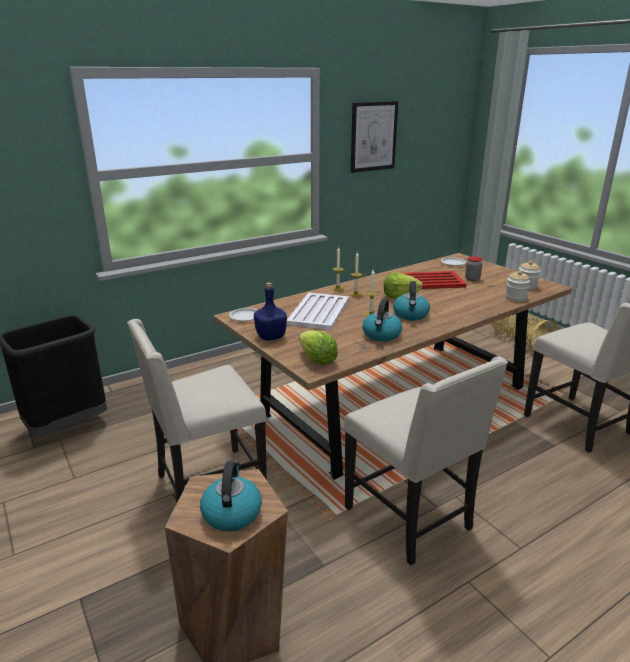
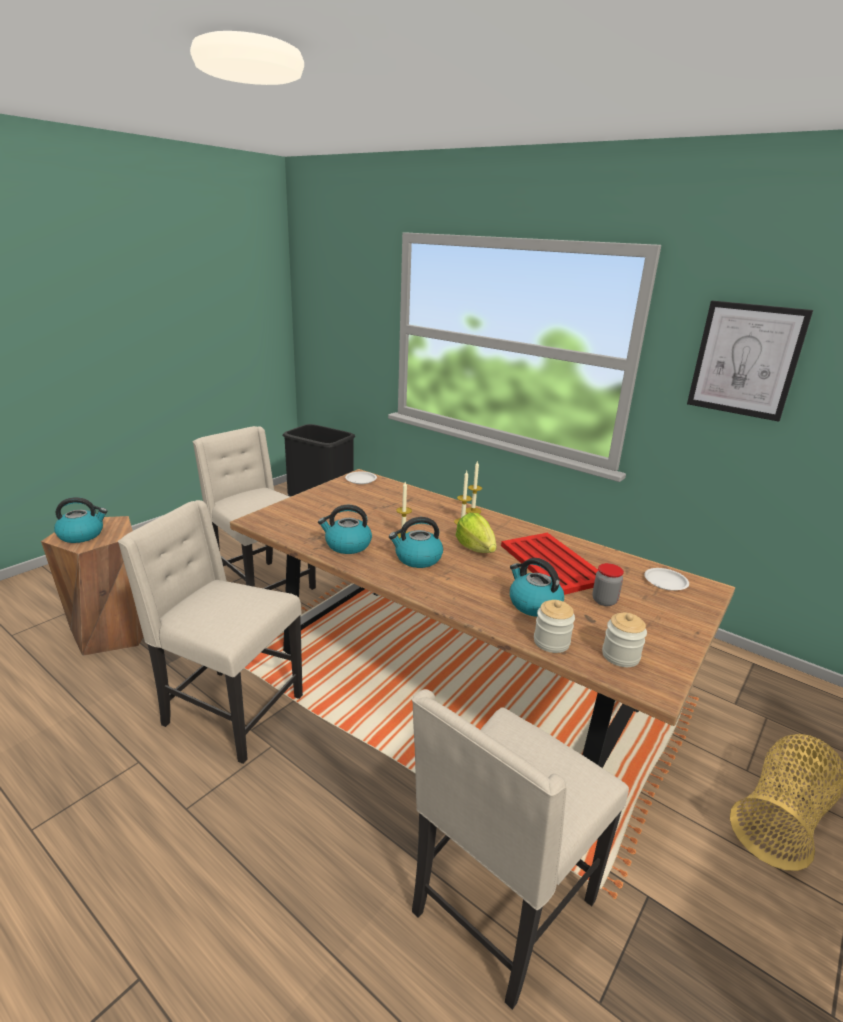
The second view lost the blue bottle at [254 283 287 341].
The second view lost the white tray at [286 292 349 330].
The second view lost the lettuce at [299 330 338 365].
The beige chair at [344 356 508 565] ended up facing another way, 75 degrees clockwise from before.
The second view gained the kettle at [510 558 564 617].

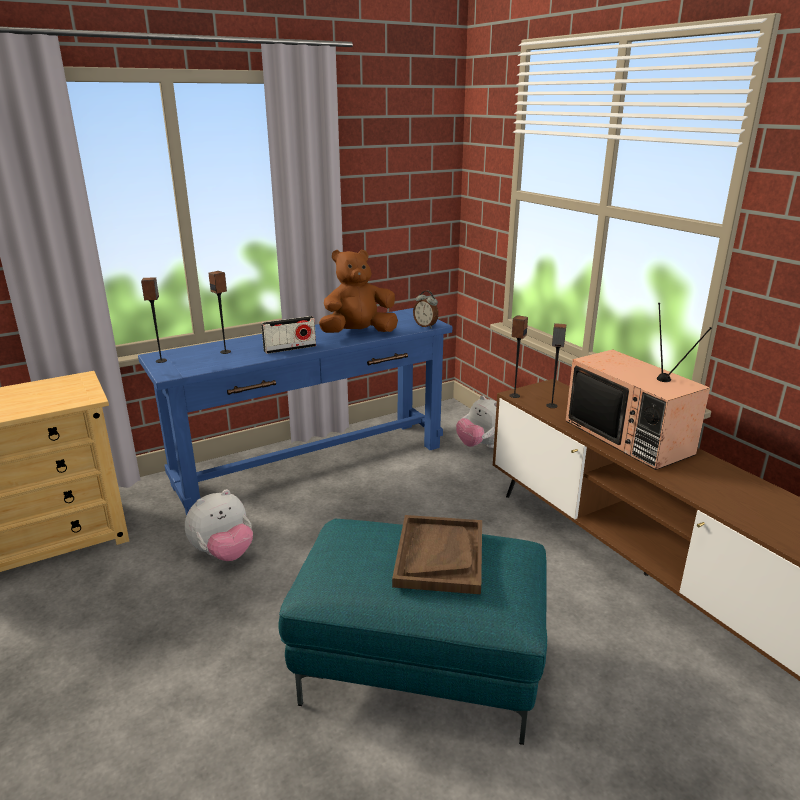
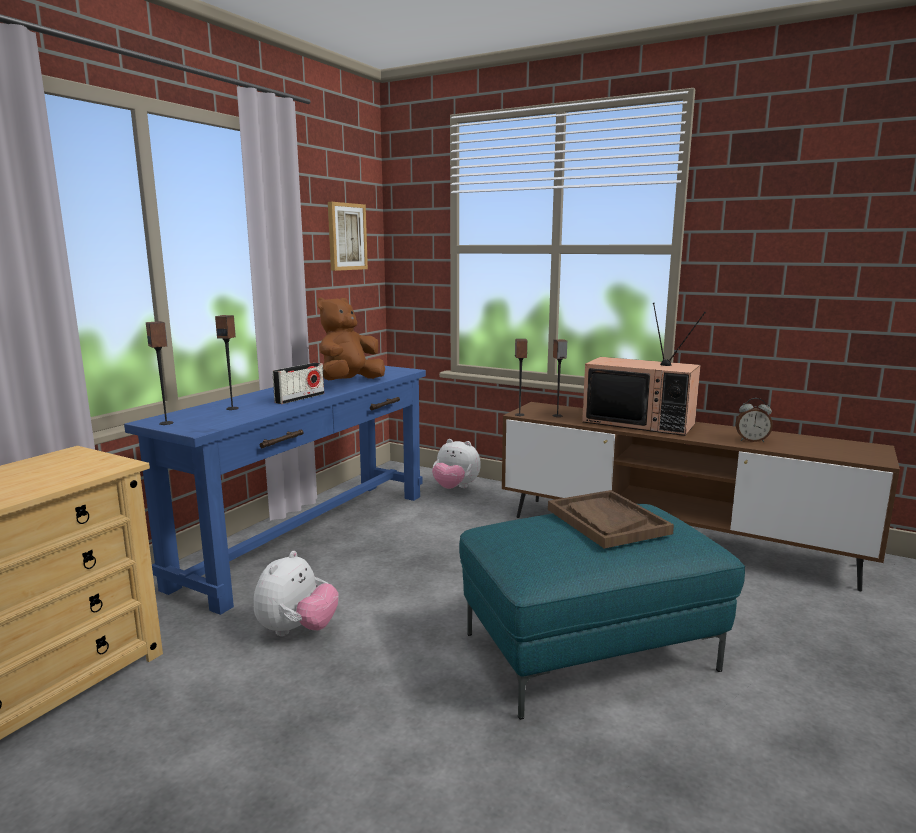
The alarm clock ended up elsewhere, having gone from [413 291 439 328] to [736 398 773 442].
The second view gained the picture at [328 202 368 271].

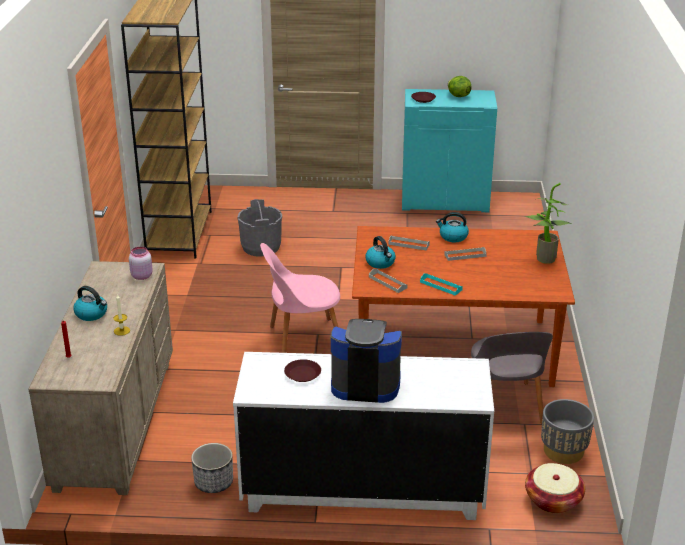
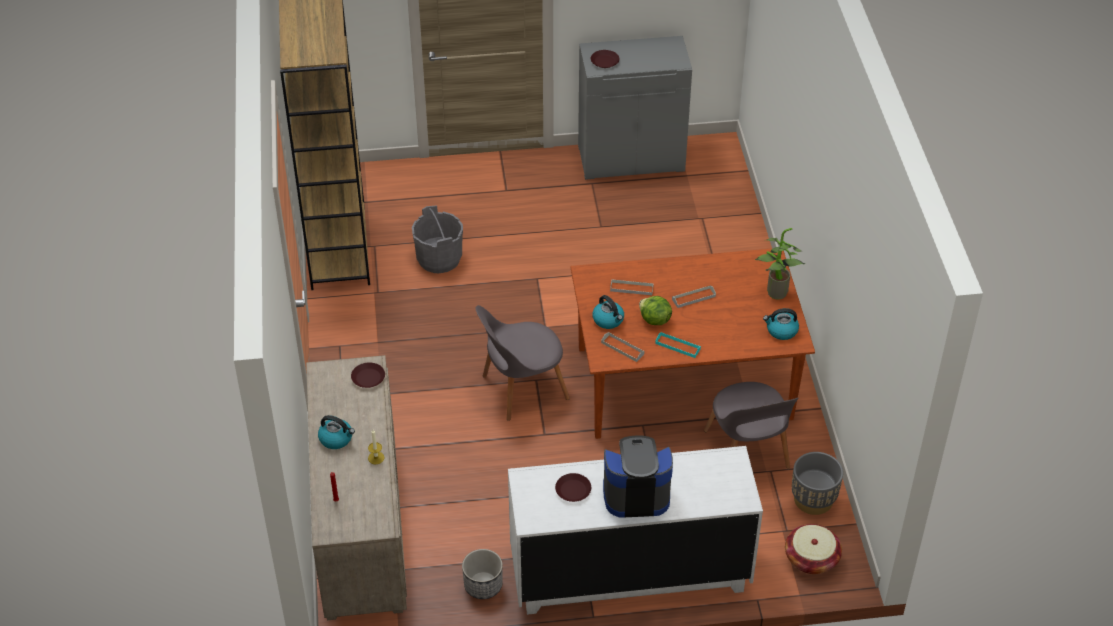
The lettuce ended up elsewhere, having gone from [448 76 472 97] to [639 296 672 325].
What was the turquoise cabinet at [402 89 497 212] turned into the grey cabinet at [578 36 692 180].
The kettle ended up elsewhere, having gone from [436 212 469 242] to [763 308 799 340].
What was the pink chair at [260 243 340 353] turned into the grey chair at [475 305 570 421].
Where the pink jar stood at [129 247 153 280], the brown plate came to stand at [351 362 385 388].

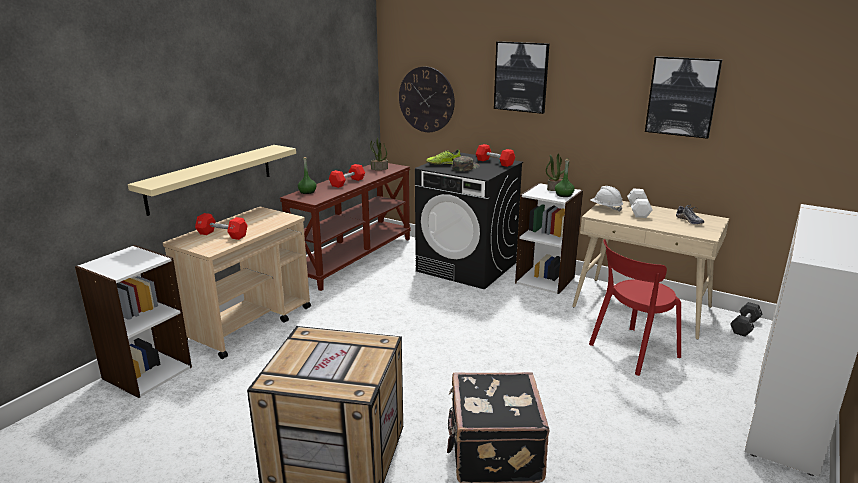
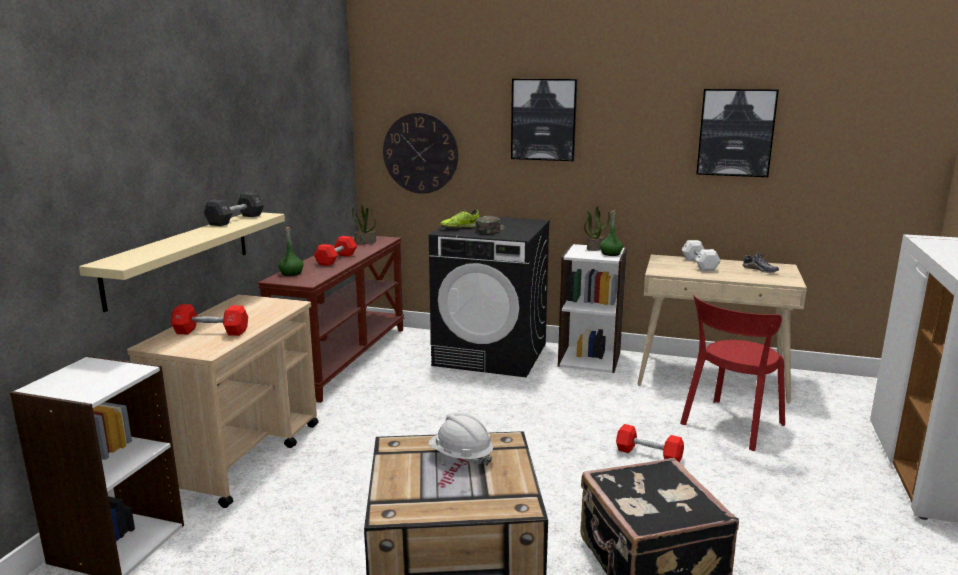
The red dumbbell ended up elsewhere, having gone from [476 144 515 167] to [616 424 684 462].
The white hard hat ended up elsewhere, having gone from [591 186 623 212] to [428 412 493 466].
The black dumbbell ended up elsewhere, having gone from [730 302 762 337] to [204 192 264 226].

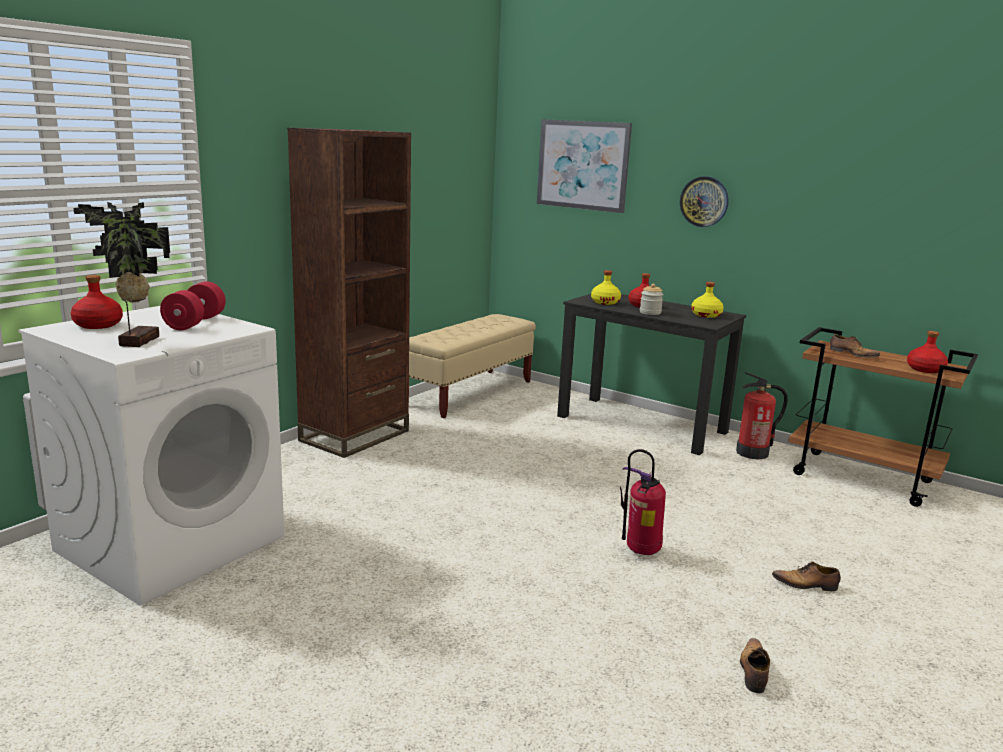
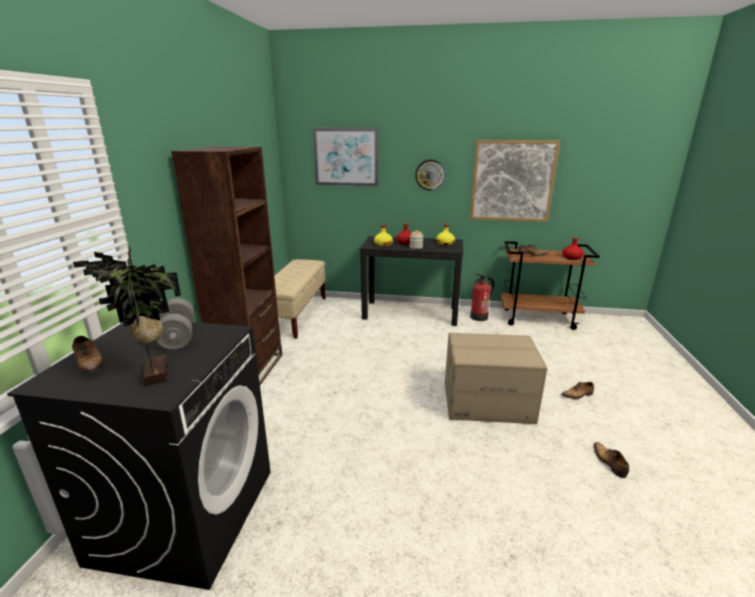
Where the red bottle stood at [71 275 123 329], the shoe came to stand at [72 336 104 376].
What was the red dumbbell at [160 281 226 330] turned into the grey dumbbell at [156 298 194 350].
What was the white washing machine at [18 306 284 606] turned into the black washing machine at [7 322 271 590].
Where the fire extinguisher stood at [620 449 666 555], the cardboard box came to stand at [445 333 548 424].
The second view gained the picture at [470 140 560 222].

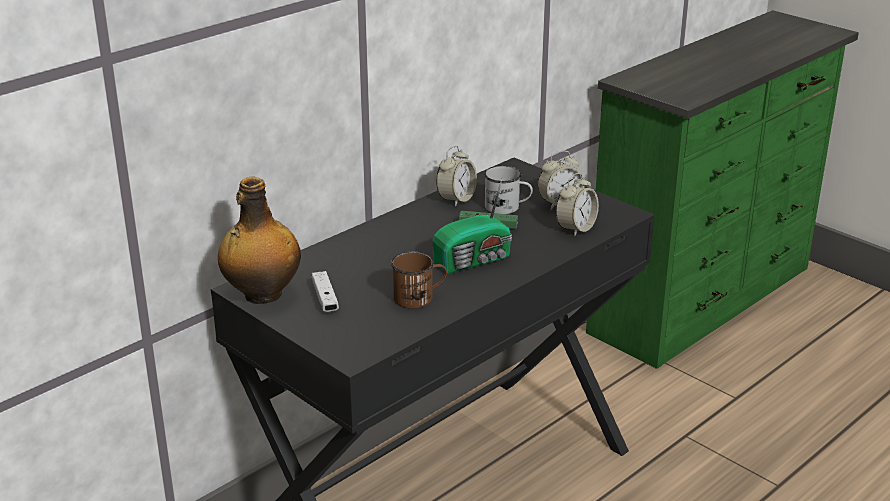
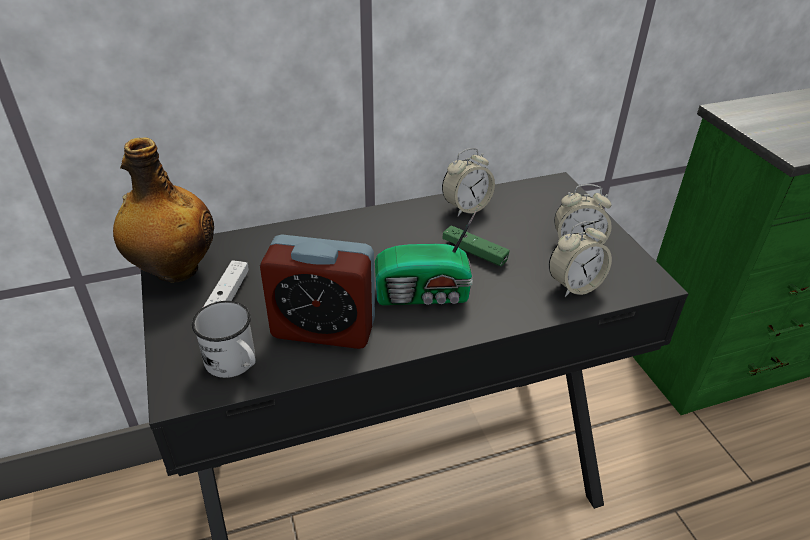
The white mug ended up elsewhere, having gone from [484 166 533 214] to [192 301 256 378].
Where the brown mug stood at [391 252 447 309], the alarm clock came to stand at [260 234 375 349].

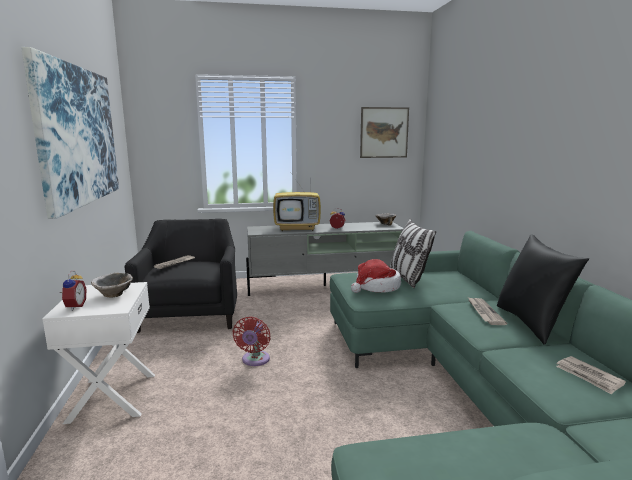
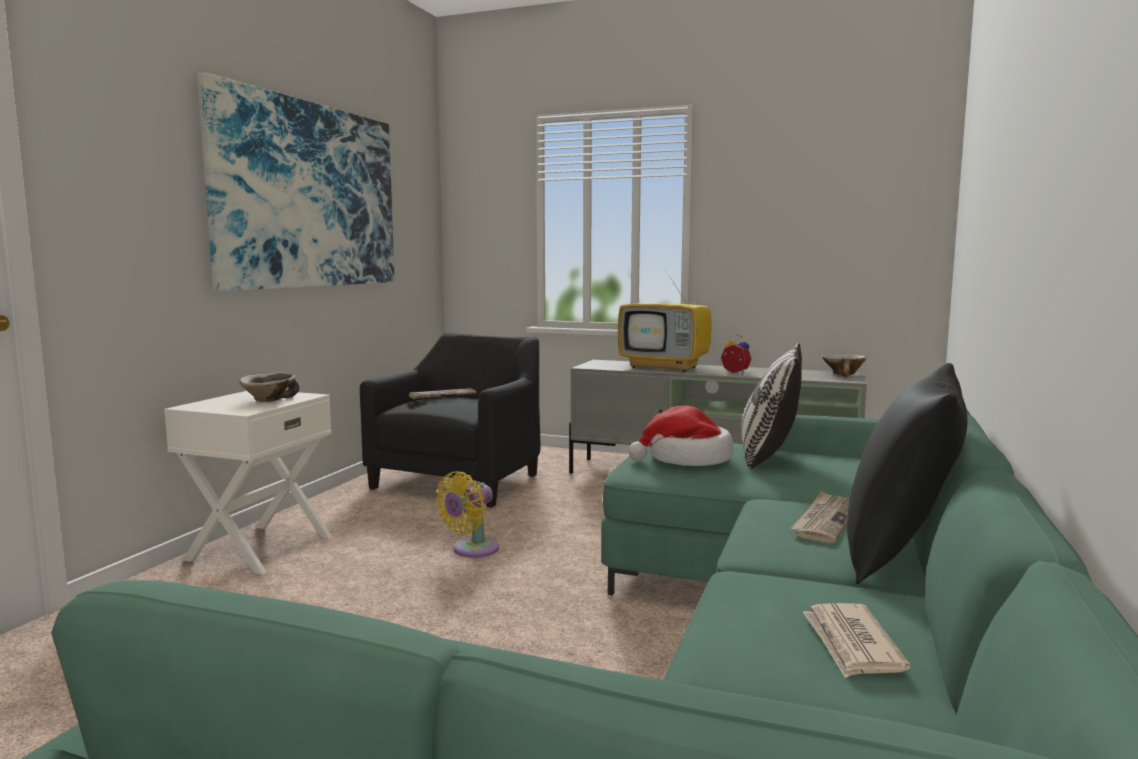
The second view lost the picture at [360 107 409 158].
The second view lost the alarm clock at [59 271 86 311].
What was the red fan at [232 317 271 366] turned into the yellow fan at [436 471 499 558].

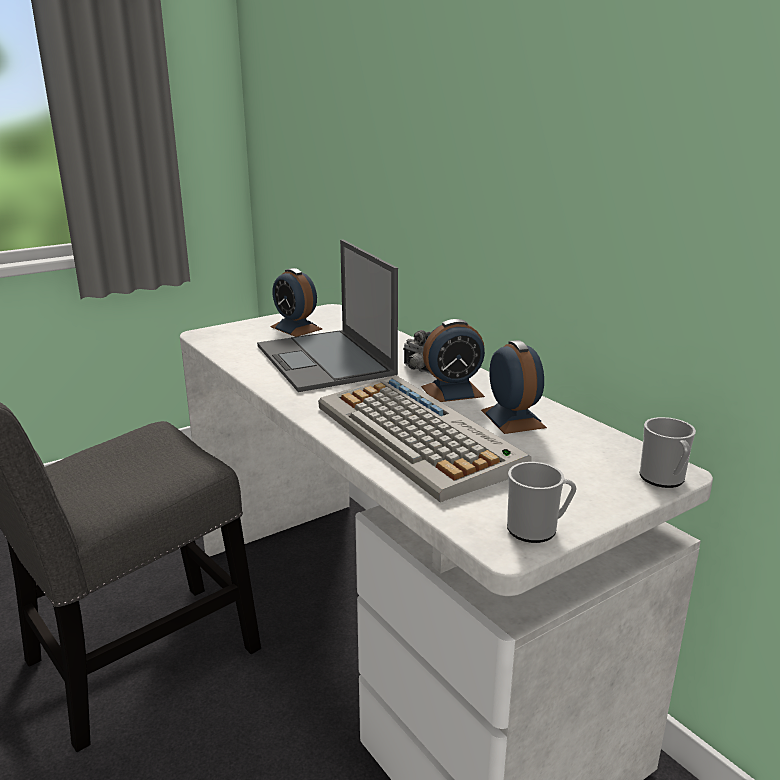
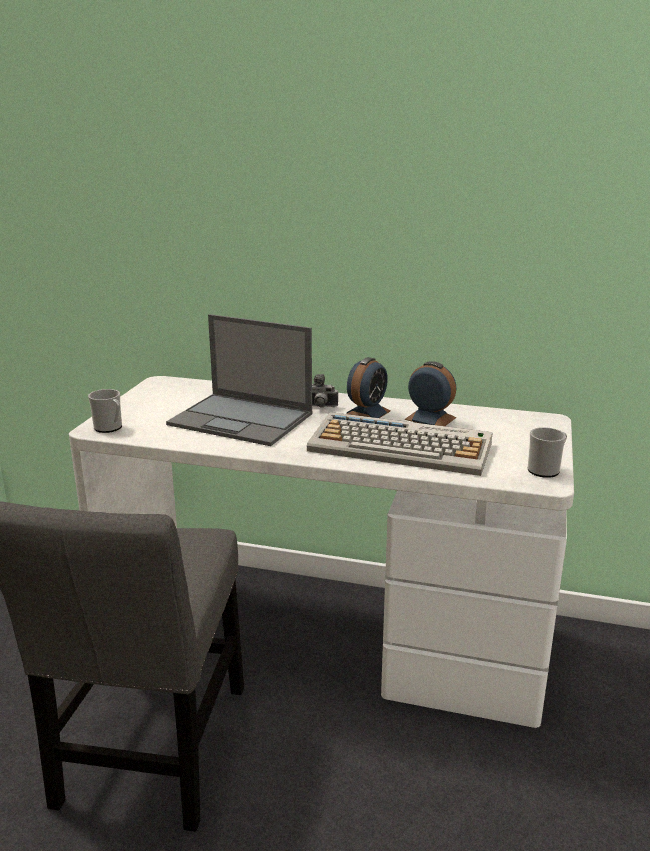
The second view lost the alarm clock at [270 268 322 337].
The mug ended up elsewhere, having gone from [639 417 696 488] to [88 389 122 433].

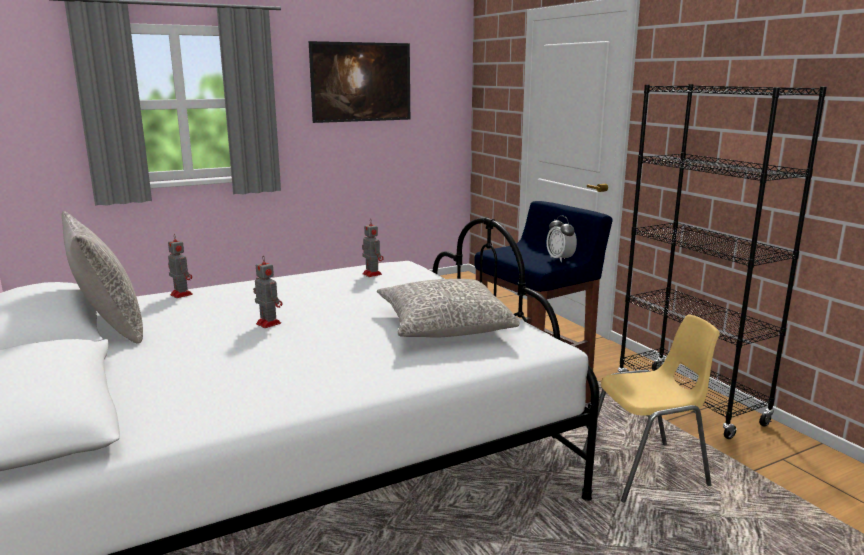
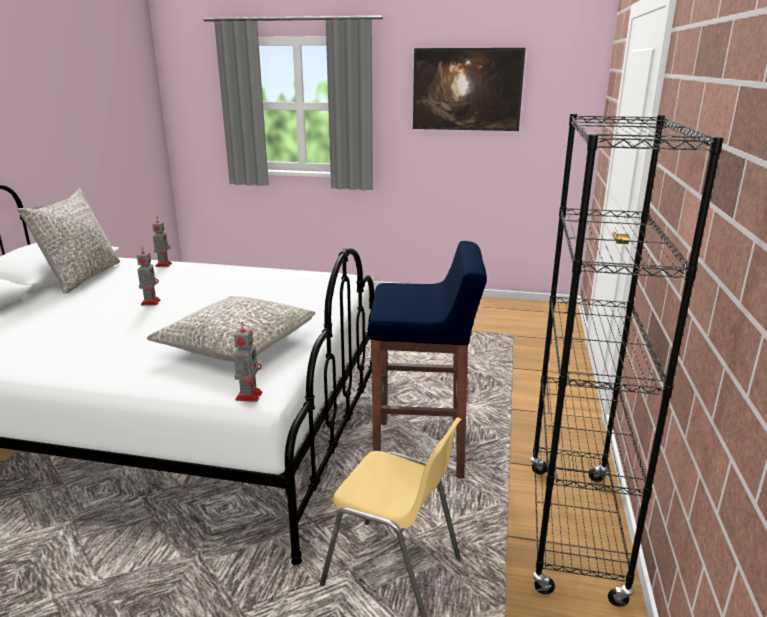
The second view lost the alarm clock at [547 216 577 262].
The toy robot ended up elsewhere, having gone from [362 219 384 277] to [234 322 262 402].

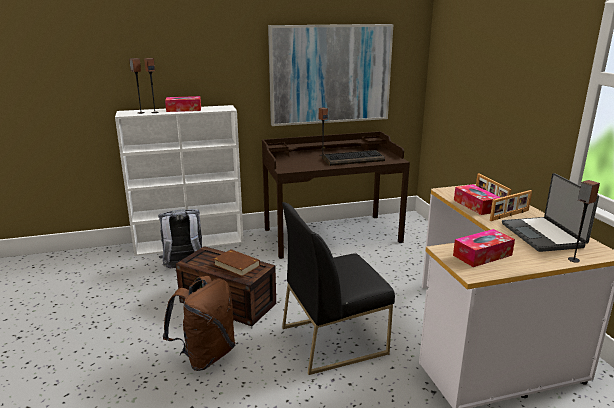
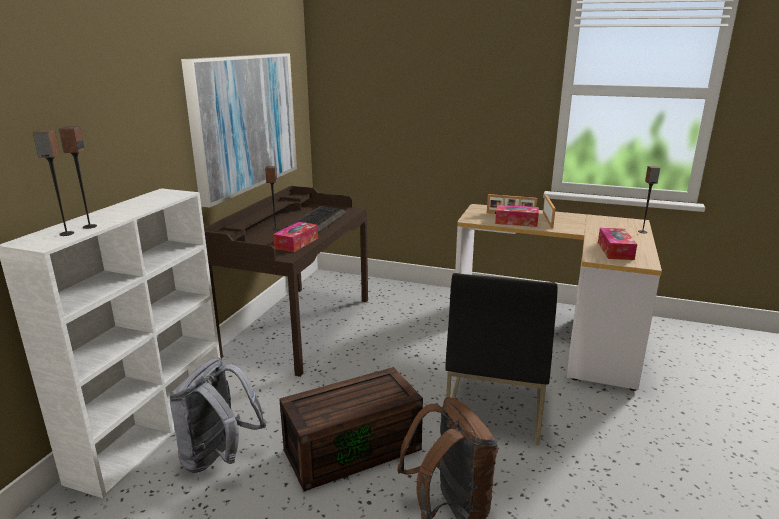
The tissue box ended up elsewhere, having gone from [165 96 201 112] to [273 222 318 252].
The second view lost the laptop at [502 173 599 252].
The second view lost the brown book at [213 249 260 277].

